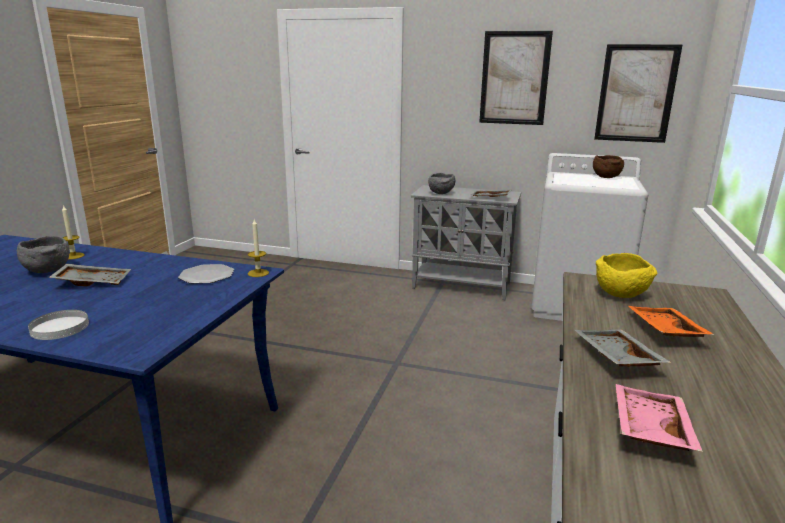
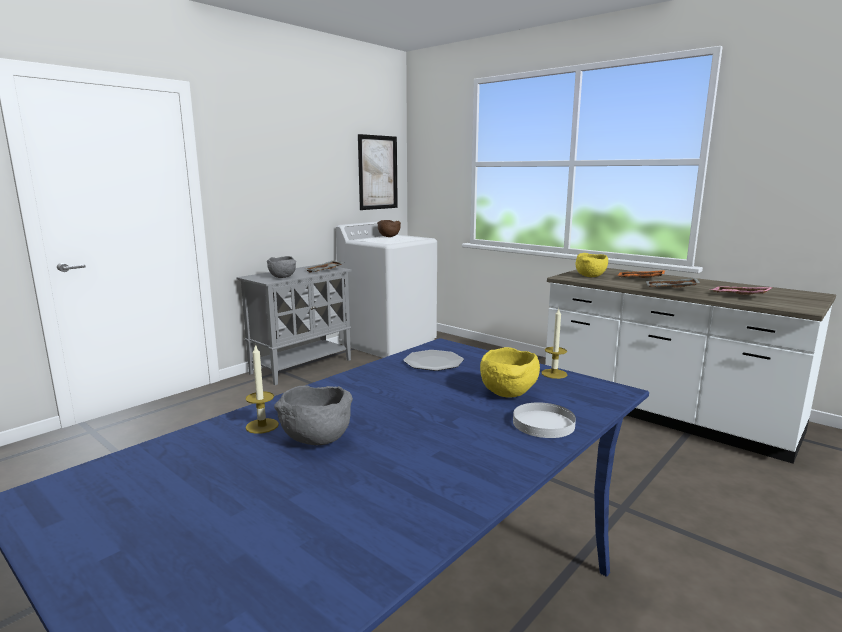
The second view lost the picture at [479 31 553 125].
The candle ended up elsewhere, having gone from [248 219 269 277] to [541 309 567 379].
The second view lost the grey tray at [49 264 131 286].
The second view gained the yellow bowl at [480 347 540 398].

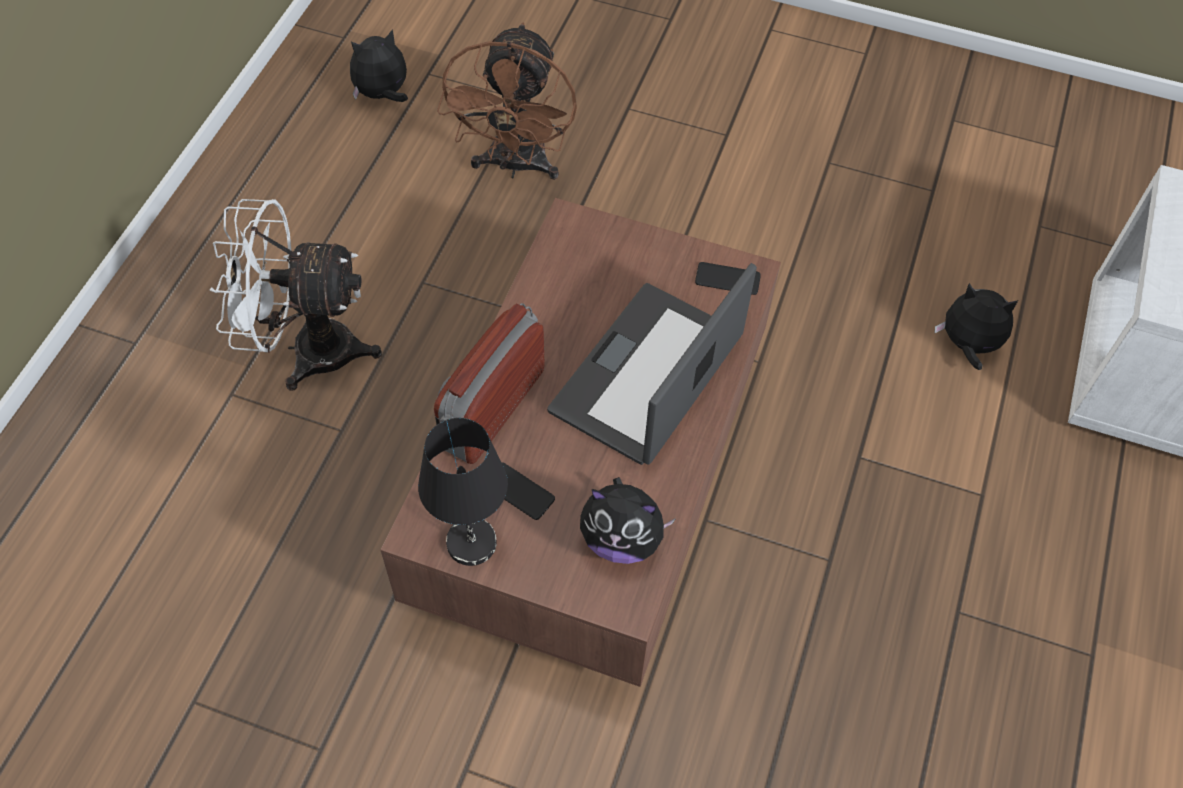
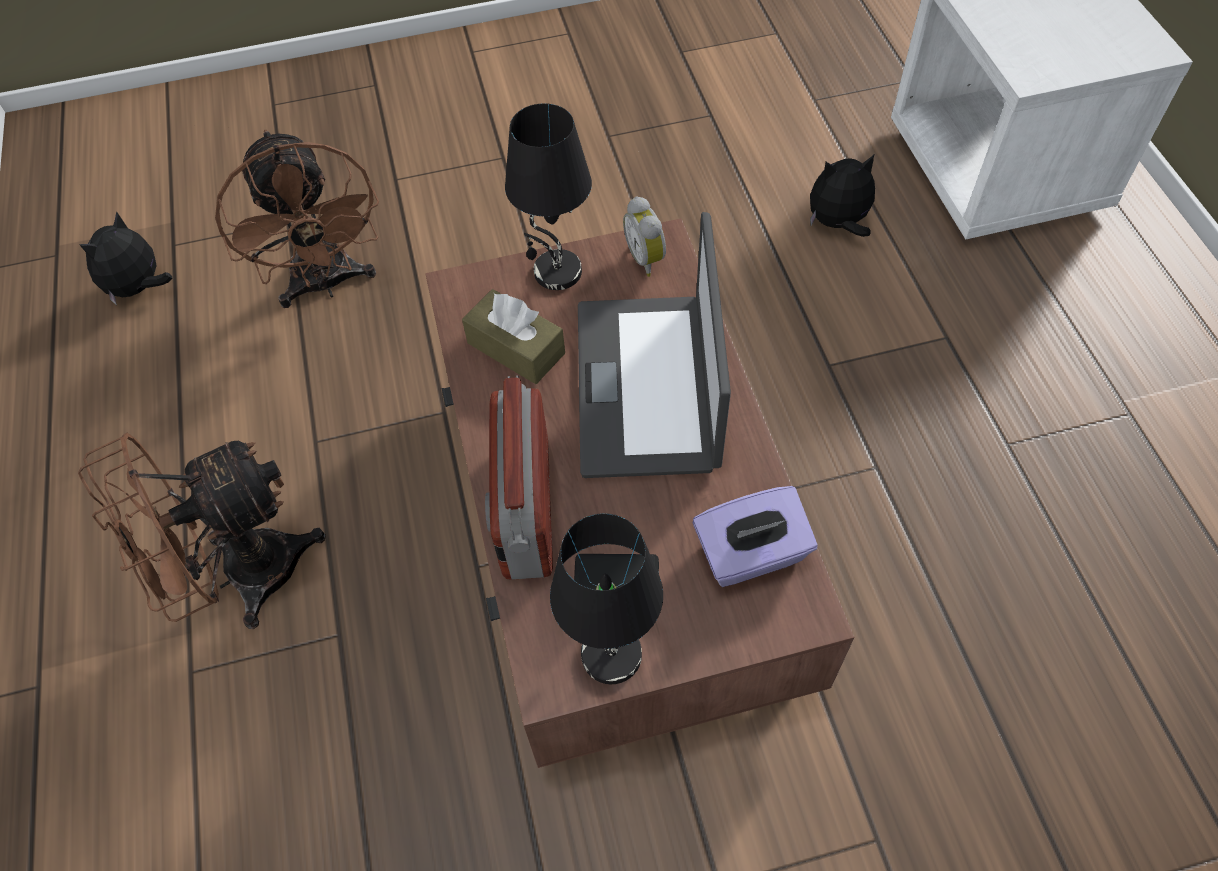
What was the white fan at [210 199 382 391] turned into the brown fan at [78 433 326 629].
Where the phone stood at [695 262 761 295], the alarm clock came to stand at [623 196 666 277].
Where the plush toy stood at [580 477 676 564], the purple tissue box came to stand at [693 486 818 587].
The second view gained the black table lamp at [505 103 592 290].
The second view gained the brown tissue box at [462 289 565 384].

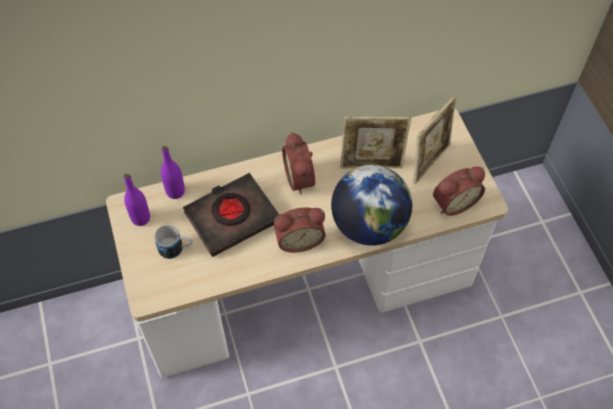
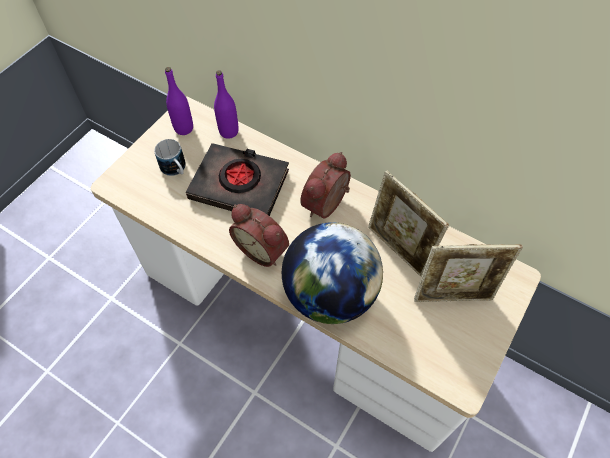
The second view lost the alarm clock at [433 166 485 216].

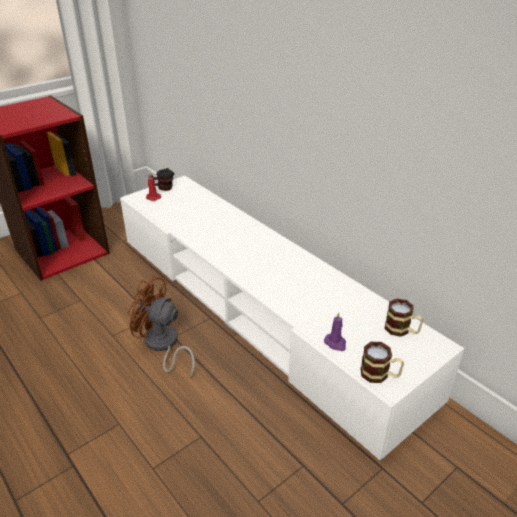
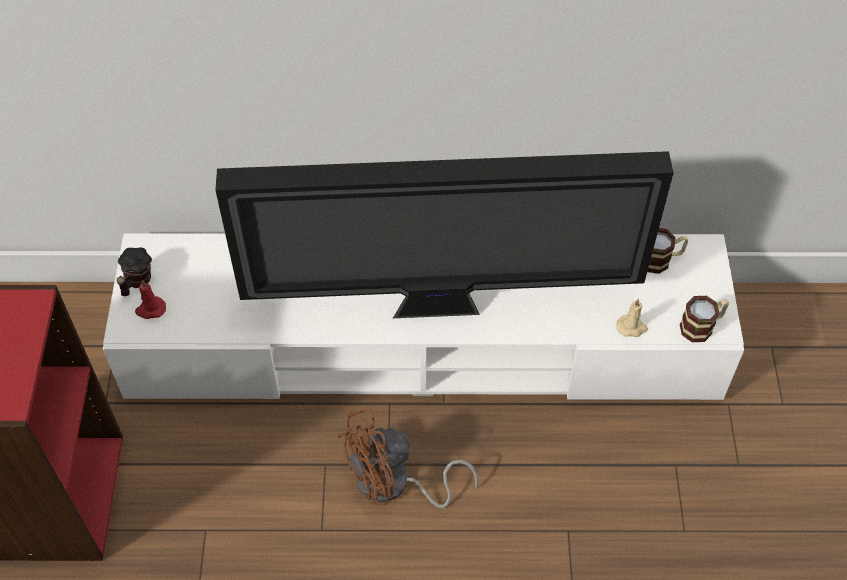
What was the purple candle at [324 312 346 351] turned into the beige candle at [617 298 648 337].
The second view gained the television at [215 151 674 318].

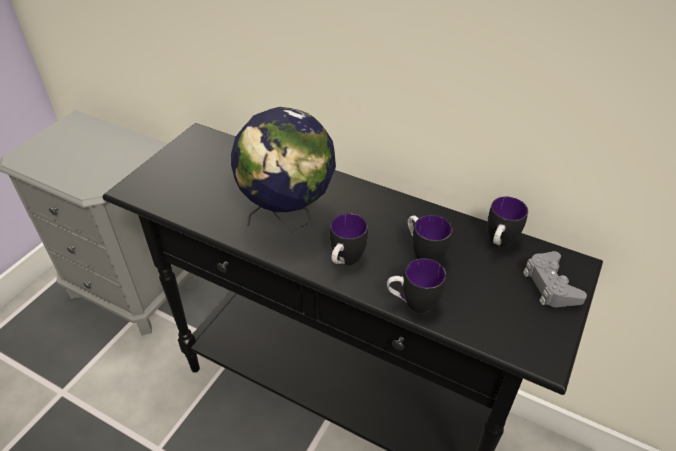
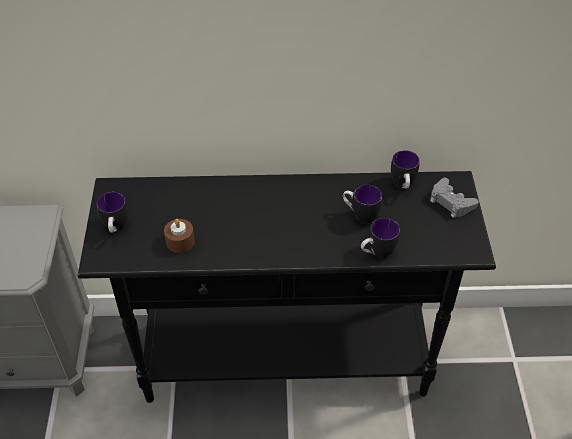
The second view lost the globe at [231 107 336 232].
The mug ended up elsewhere, having gone from [330 213 368 265] to [97 192 128 232].
The second view gained the brown candle at [164 219 195 253].

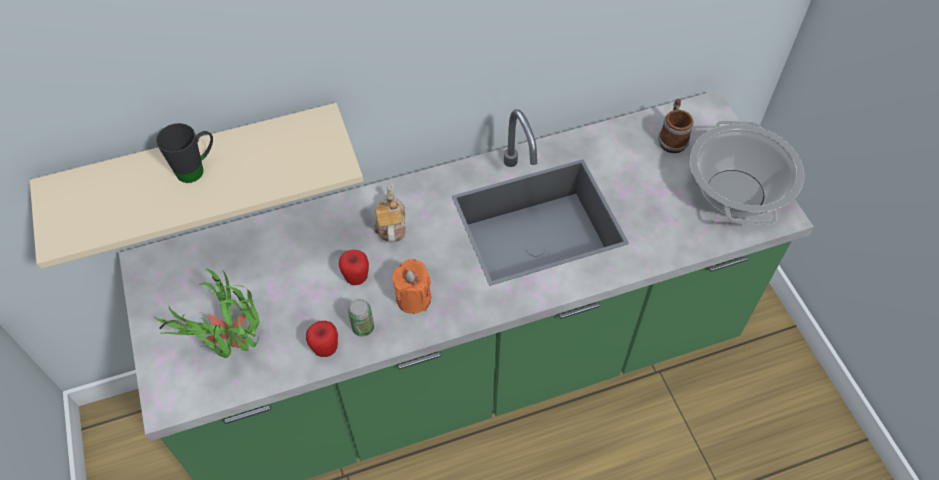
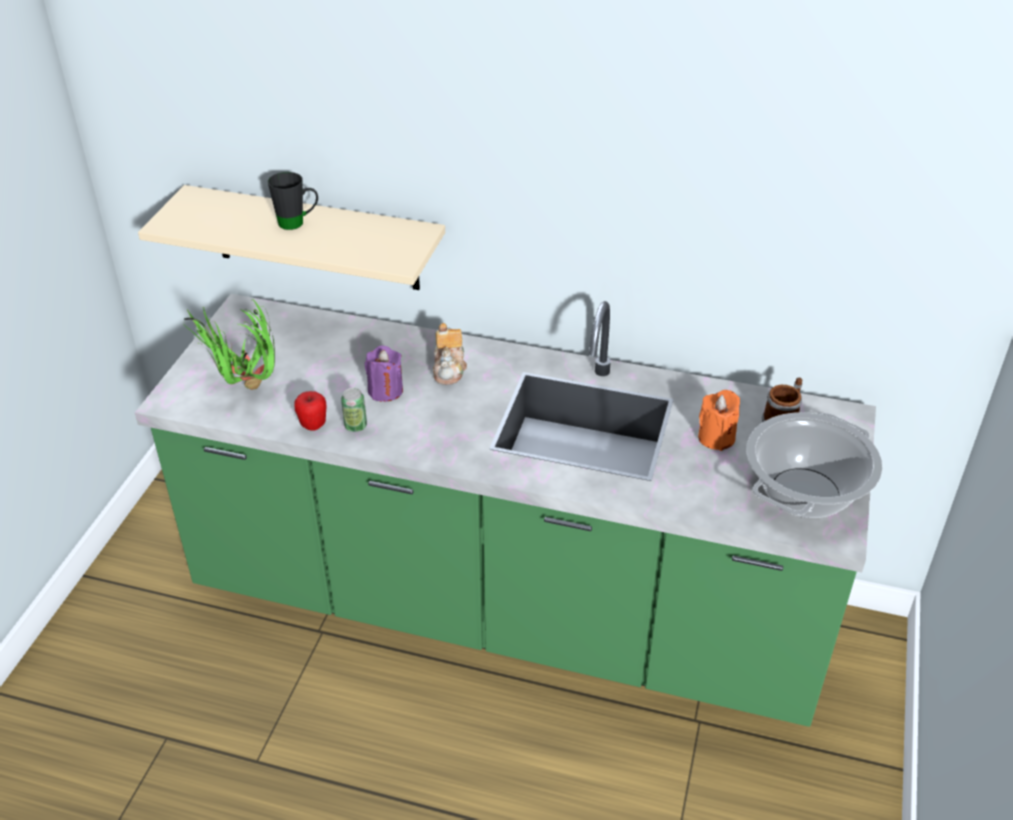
The teapot at [374 183 406 243] ended up facing another way, 150 degrees clockwise from before.
Where the apple stood at [339 250 369 285], the purple candle came to stand at [365 346 403 402].
The orange candle ended up elsewhere, having gone from [392 259 431 314] to [698 390 740 451].

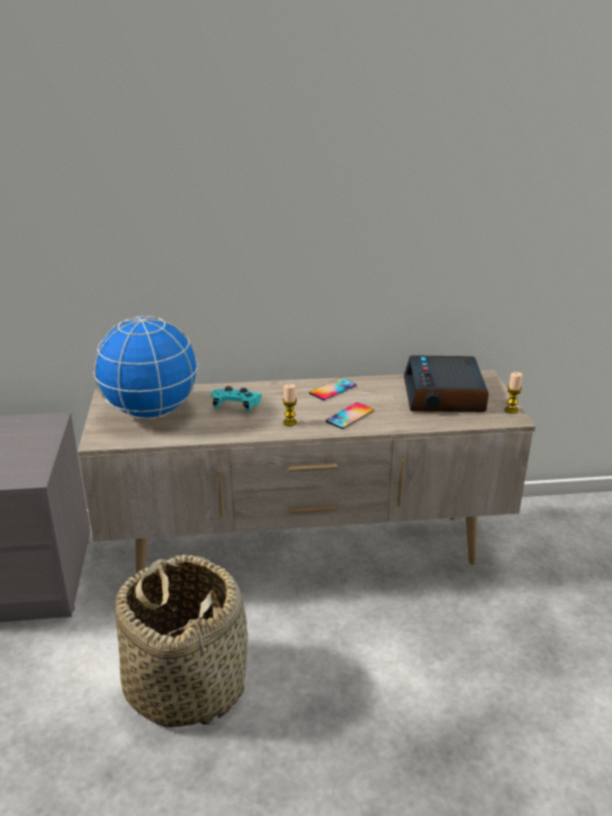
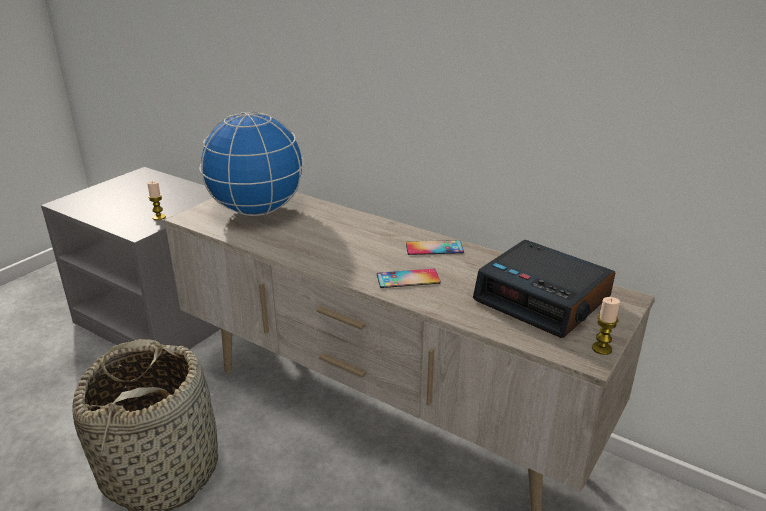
The alarm clock at [404 355 489 412] ended up facing another way, 90 degrees counterclockwise from before.
The candle ended up elsewhere, having gone from [283 384 297 426] to [147 181 166 220].
The second view lost the turquoise game controller at [211 386 262 412].

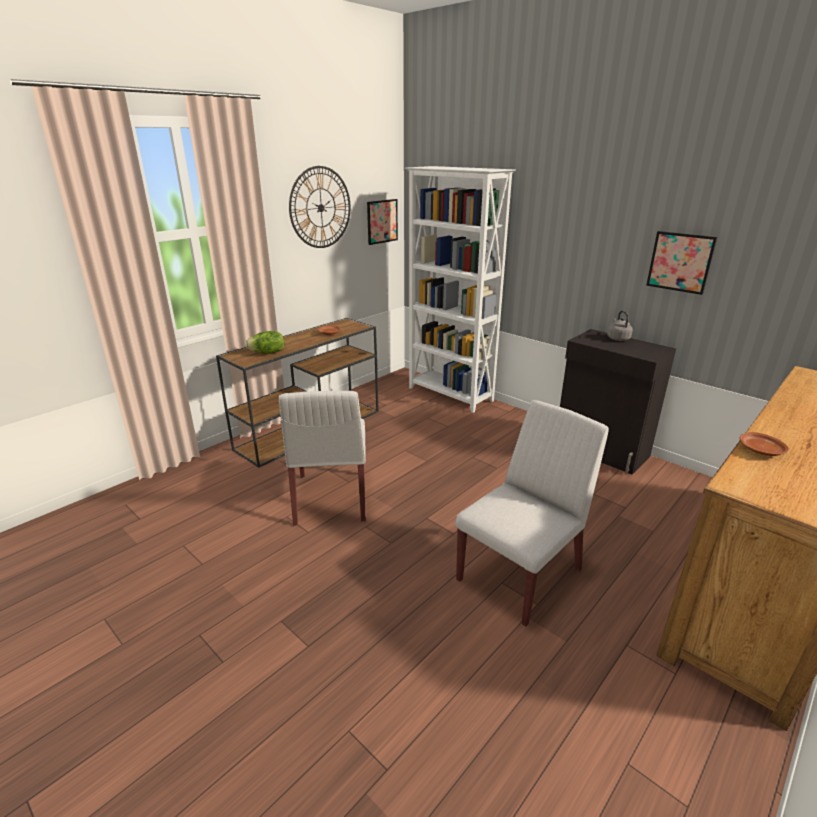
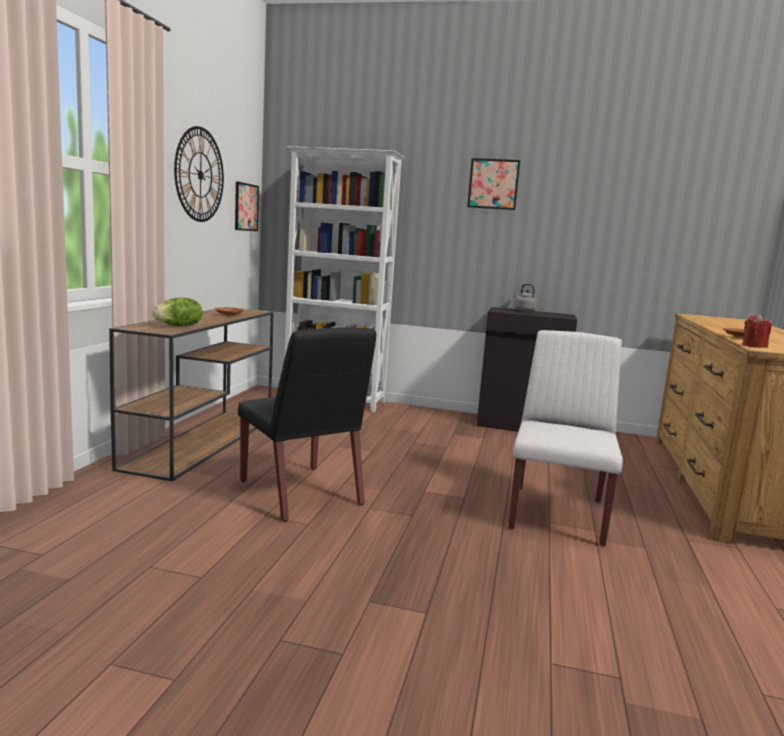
The picture ended up elsewhere, having gone from [646 231 717 295] to [467 158 520 210].
What was the white chair at [279 391 366 526] turned into the black chair at [238 328 376 522].
The second view gained the red candle at [742 314 772 348].

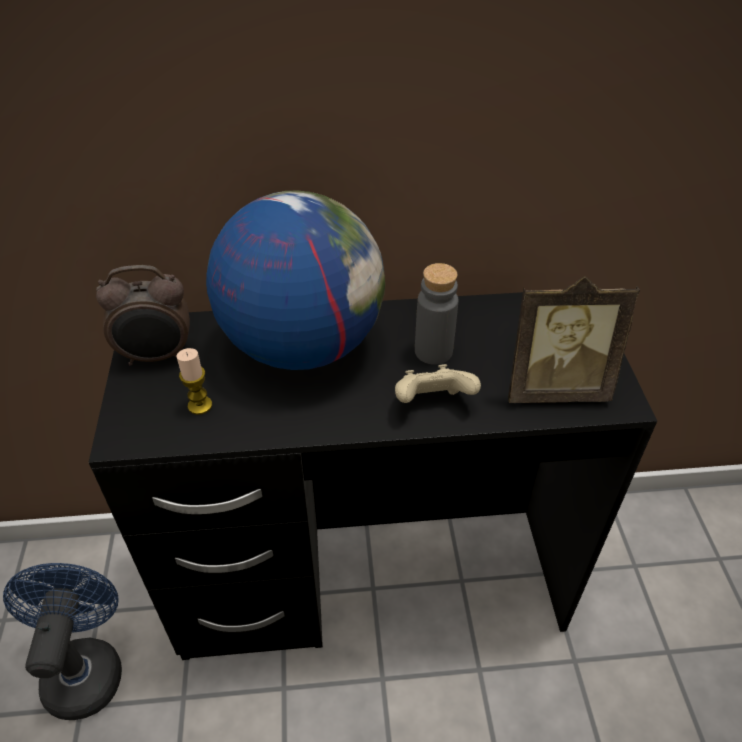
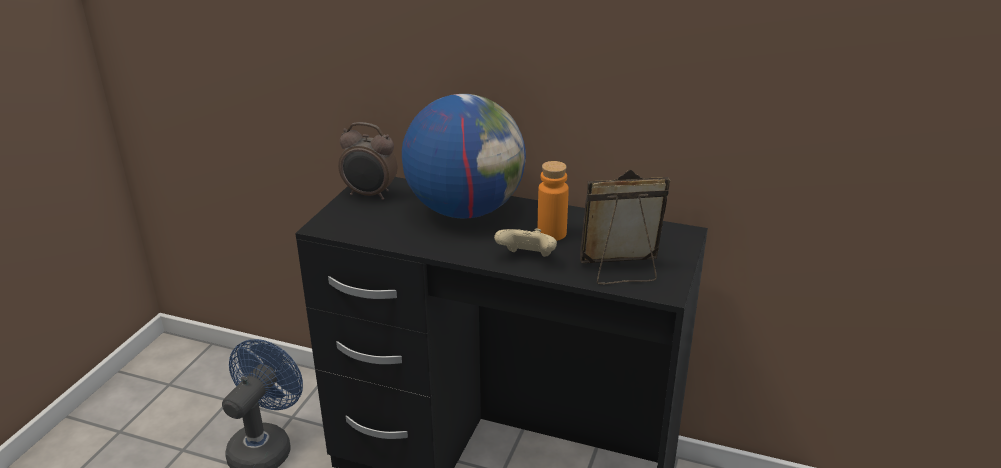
What was the grey bottle at [415 263 458 365] turned into the orange bottle at [538 161 569 241].
The picture frame at [508 276 640 403] ended up facing another way, 150 degrees clockwise from before.
The second view lost the candle at [177 348 212 415].

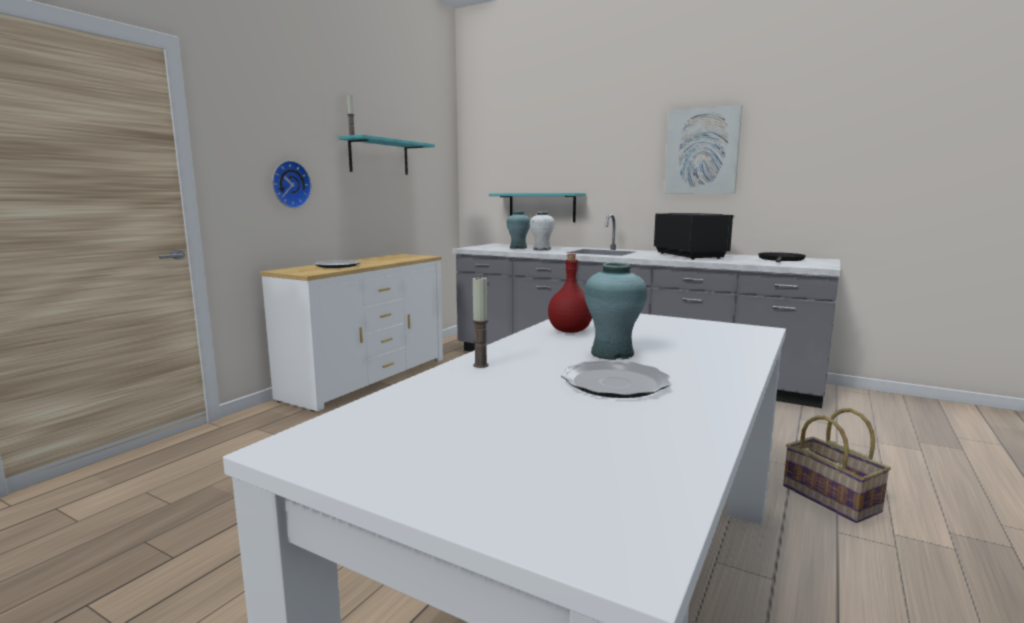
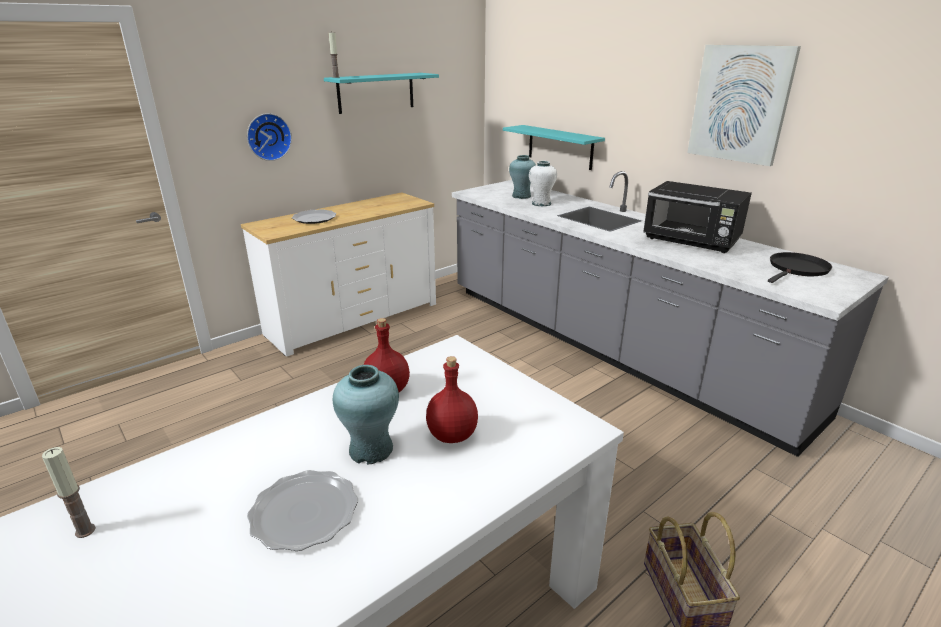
The black microwave at [654 213 734 260] ended up facing another way, 120 degrees clockwise from before.
The candle ended up elsewhere, having gone from [472 275 489 368] to [42 447 96 538].
The second view gained the red bottle at [426 356 478 443].

